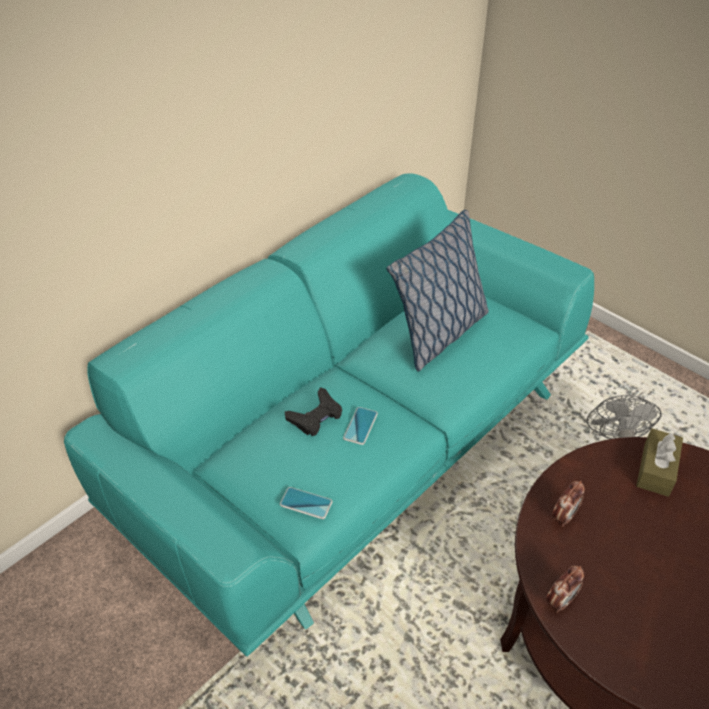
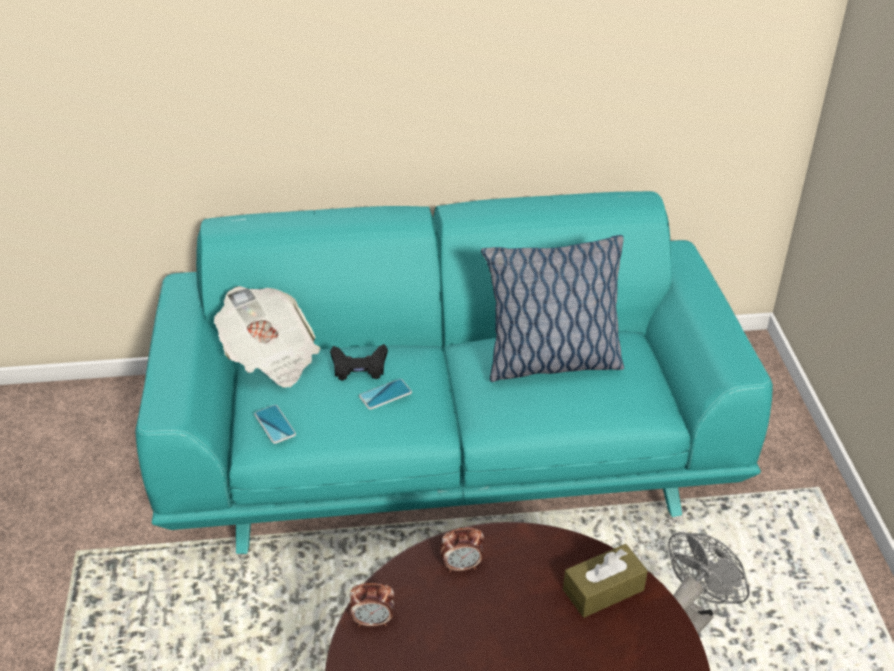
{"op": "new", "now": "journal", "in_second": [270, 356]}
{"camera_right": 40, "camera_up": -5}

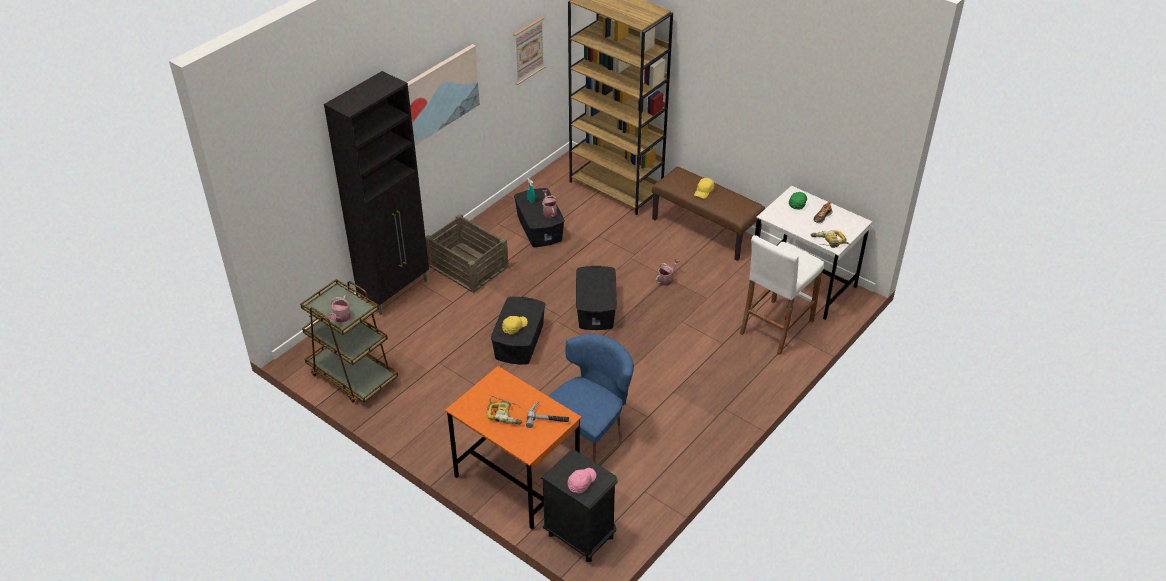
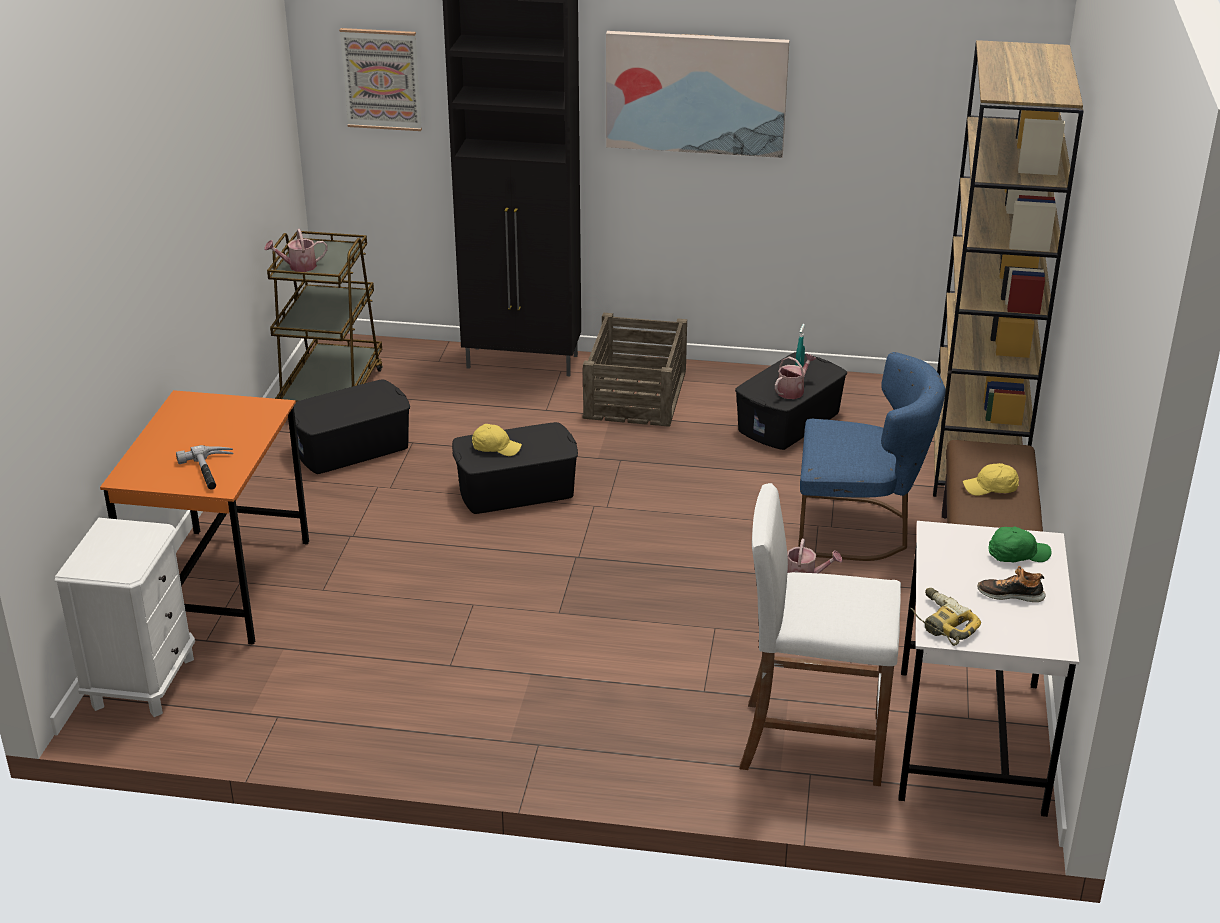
{"op": "gone", "was": "perceuse", "in_first": [505, 414]}
{"op": "shifted", "was": "tableau", "in_first": [528, 50], "in_second": [381, 79]}
{"op": "repainted", "was": "table de chevet (noir)", "now": "table de chevet (blanc)", "in_first": [580, 536], "in_second": [143, 682]}
{"op": "shifted", "was": "chaise (bleu)", "in_first": [590, 434], "in_second": [859, 529]}
{"op": "gone", "was": "casquette (rose)", "in_first": [581, 482]}
{"op": "shifted", "was": "boîte de rangement (noir)", "in_first": [596, 308], "in_second": [352, 448]}
{"camera_right": 60, "camera_up": -10}

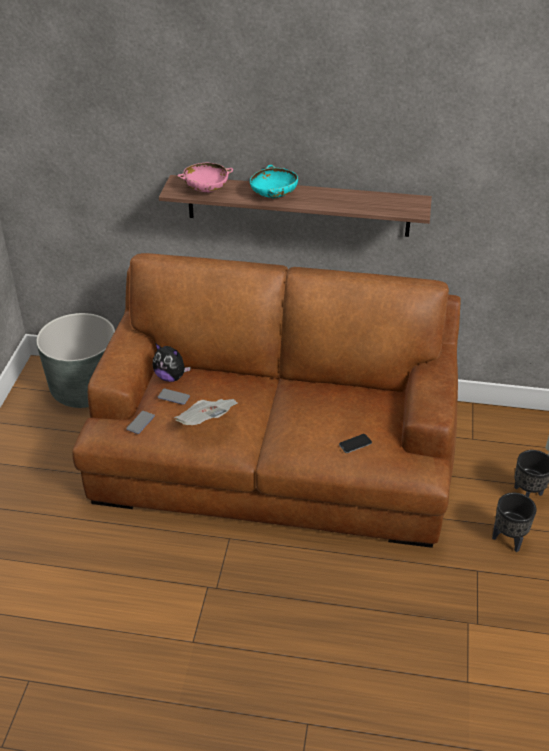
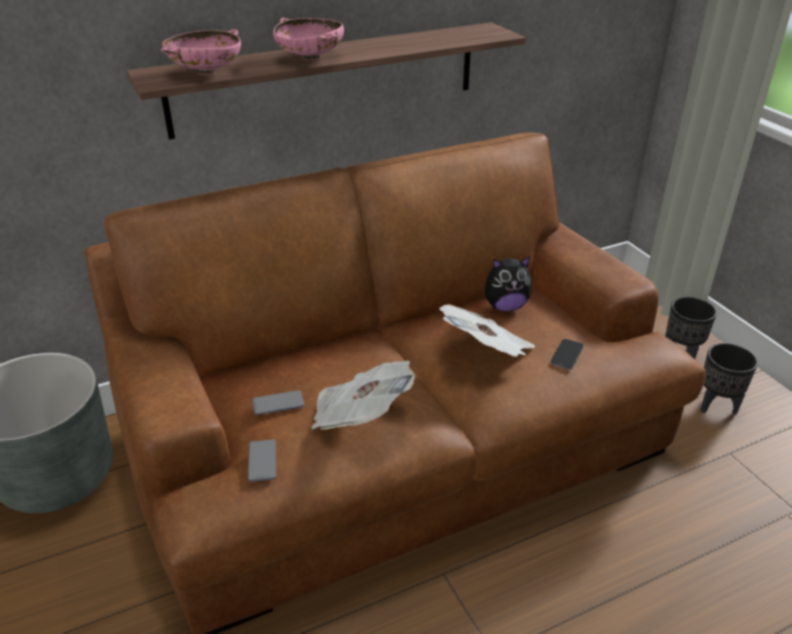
{"op": "shifted", "was": "peluche", "in_first": [171, 377], "in_second": [505, 306]}
{"op": "repainted", "was": "bol (turquoise)", "now": "bol (rose)", "in_first": [273, 195], "in_second": [310, 57]}
{"op": "new", "now": "journal", "in_second": [486, 351]}
{"camera_right": -35, "camera_up": -5}

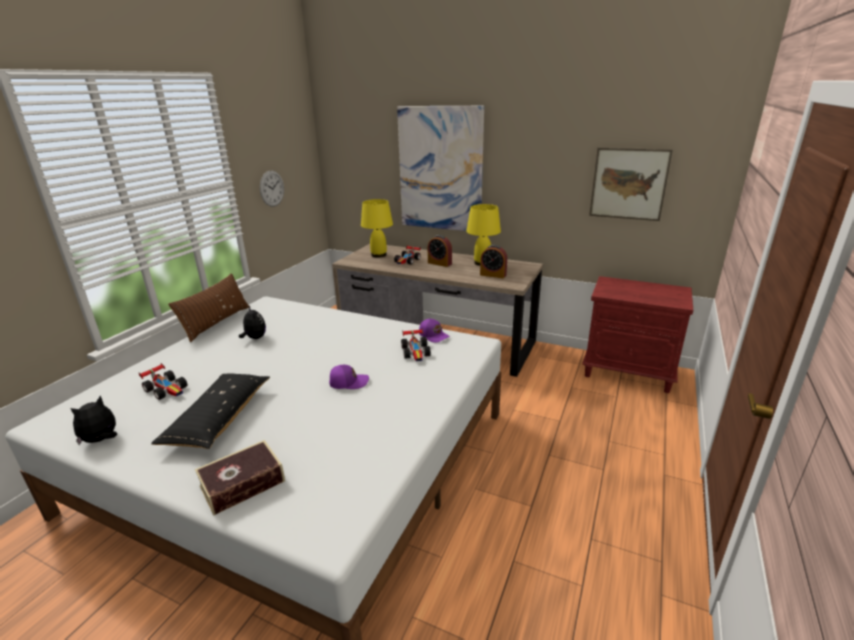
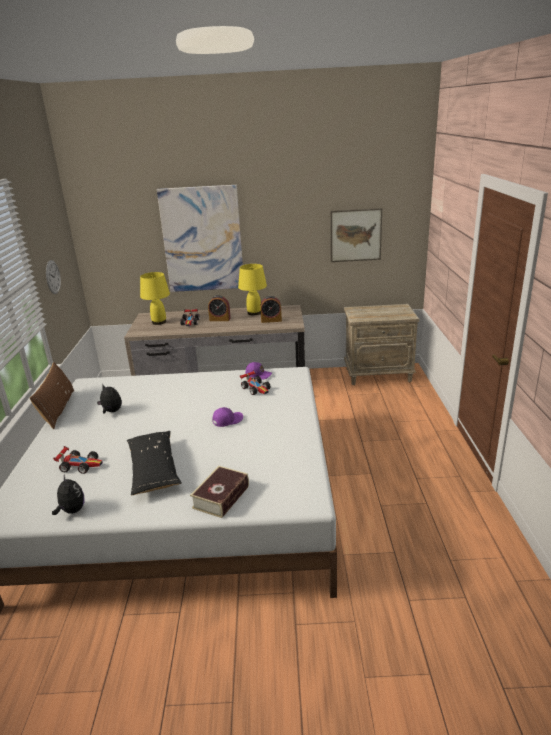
{"op": "rotated", "was": "peluche", "in_first": [101, 440], "in_second": [72, 511], "clockwise": 135}
{"op": "repainted", "was": "table de chevet (rouge)", "now": "table de chevet (beige)", "in_first": [628, 372], "in_second": [378, 375]}
{"camera_right": -25, "camera_up": 0}

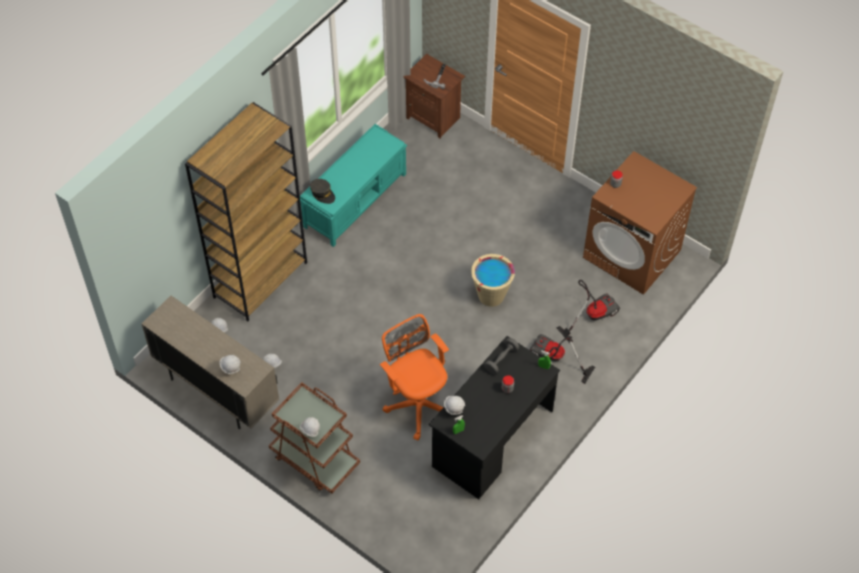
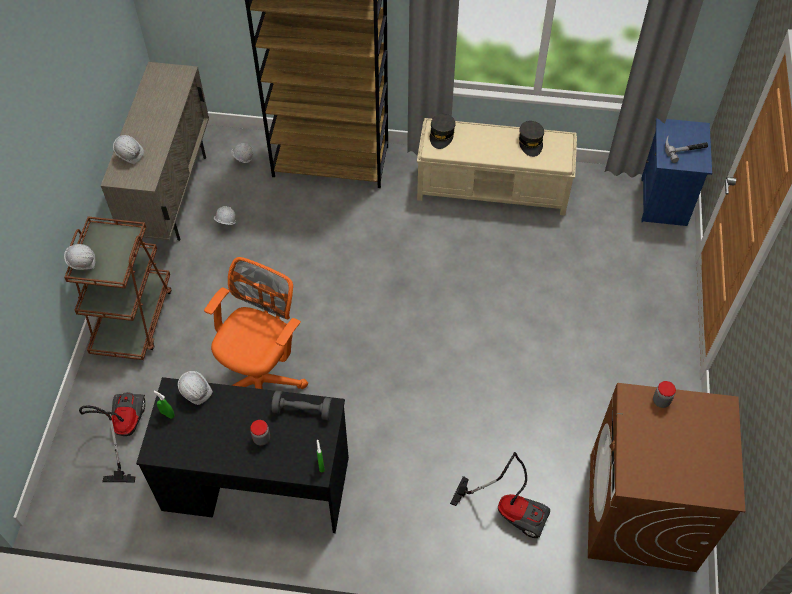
{"op": "repainted", "was": "banc (turquoise)", "now": "banc (beige)", "in_first": [356, 199], "in_second": [493, 188]}
{"op": "repainted", "was": "table de chevet (marron)", "now": "table de chevet (bleu)", "in_first": [434, 117], "in_second": [665, 202]}
{"op": "gone", "was": "seau (beige)", "in_first": [491, 295]}
{"op": "shifted", "was": "aspirateur", "in_first": [554, 360], "in_second": [123, 432]}
{"op": "new", "now": "casquette (gris)", "in_second": [531, 142]}
{"camera_right": 60, "camera_up": 0}

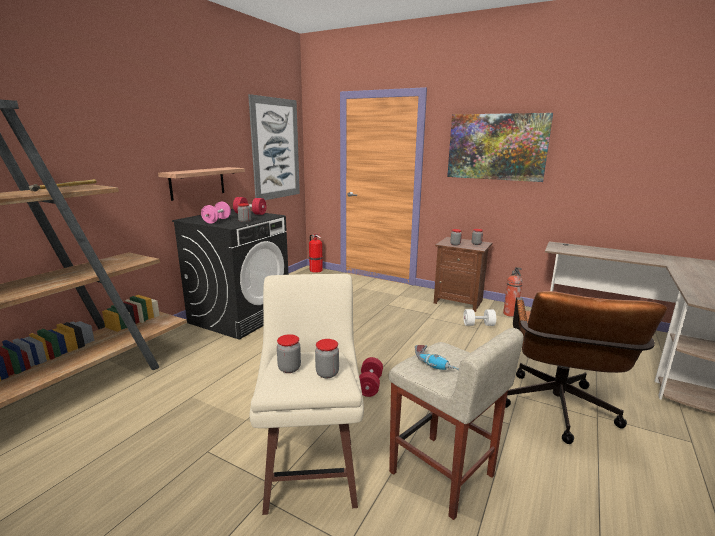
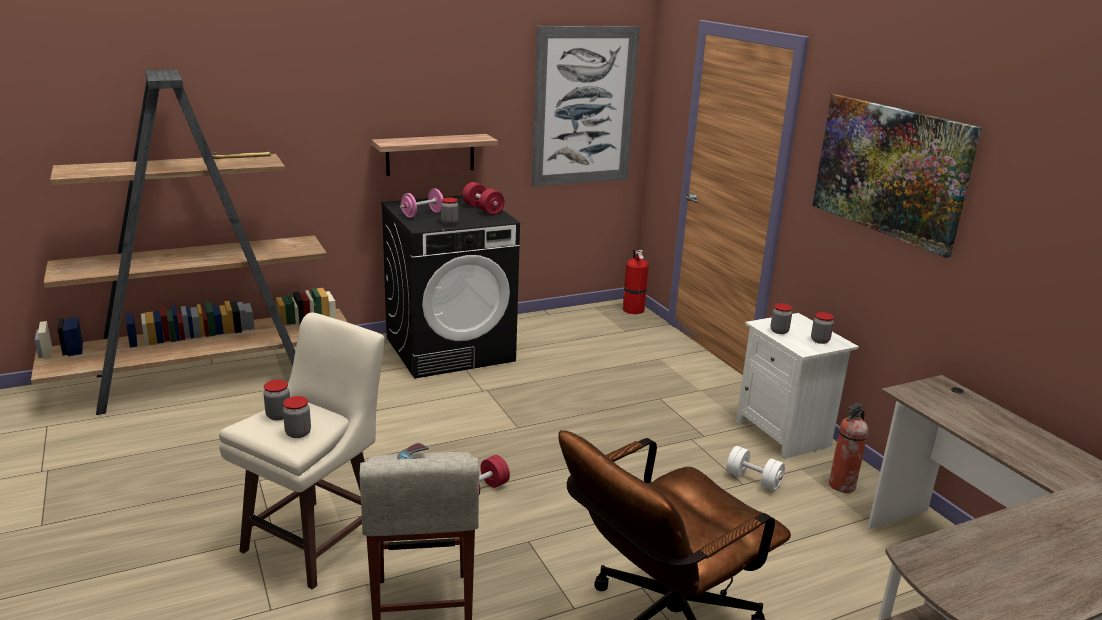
{"op": "repainted", "was": "table de chevet (marron)", "now": "table de chevet (blanc)", "in_first": [459, 301], "in_second": [784, 434]}
{"camera_right": 35, "camera_up": 5}

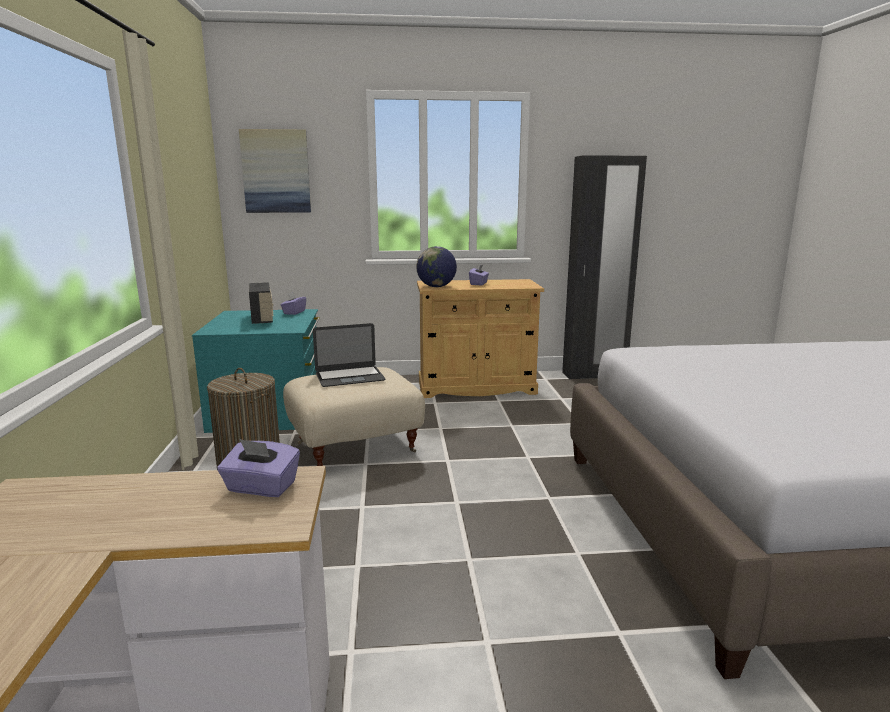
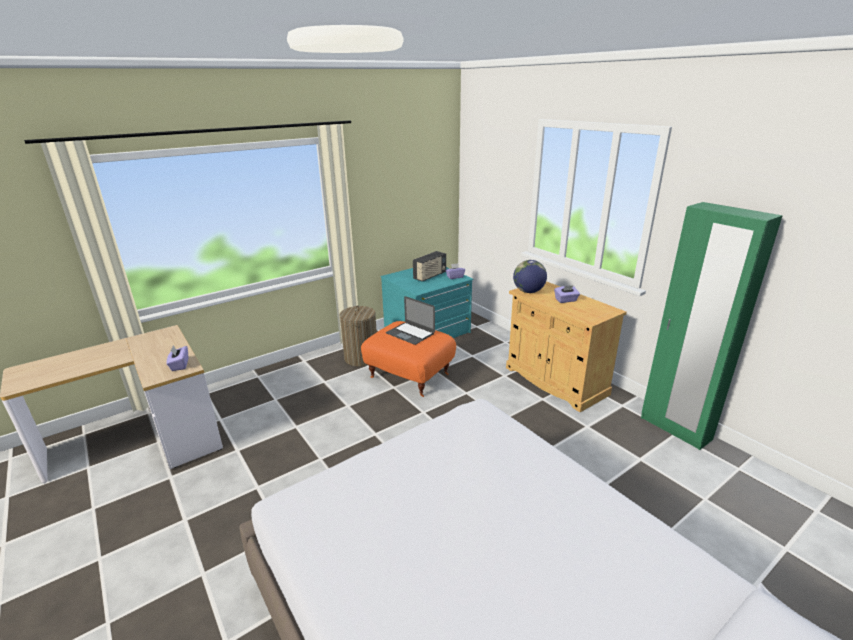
{"op": "gone", "was": "tableau", "in_first": [276, 171]}
{"op": "repainted", "was": "pouf (beige)", "now": "pouf (orange)", "in_first": [355, 447], "in_second": [410, 375]}
{"op": "repainted", "was": "armoire (noir)", "now": "armoire (vert)", "in_first": [594, 375], "in_second": [675, 428]}
{"camera_right": 60, "camera_up": 10}

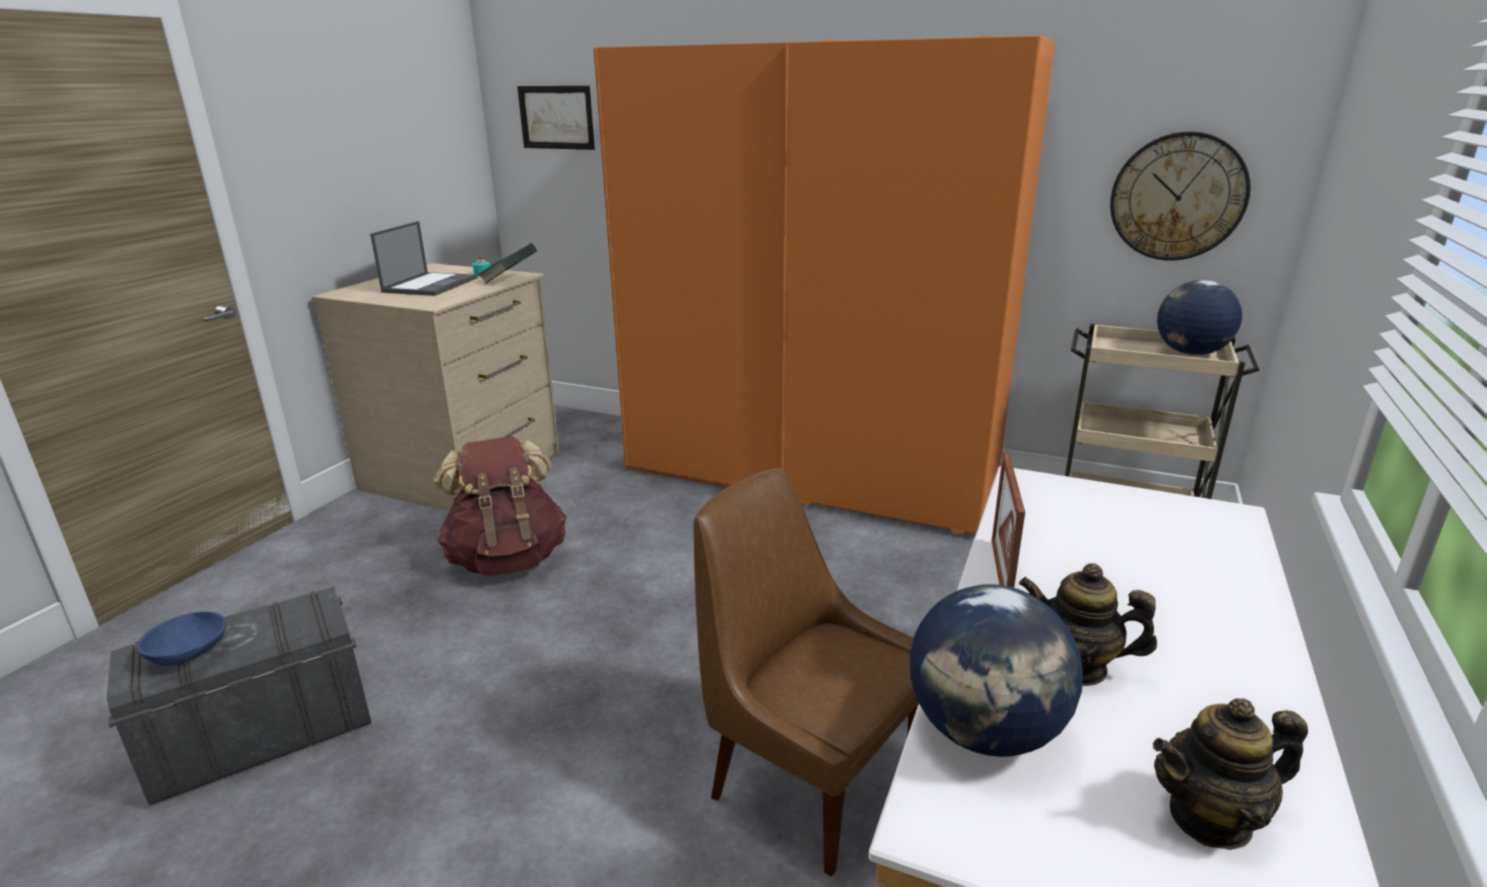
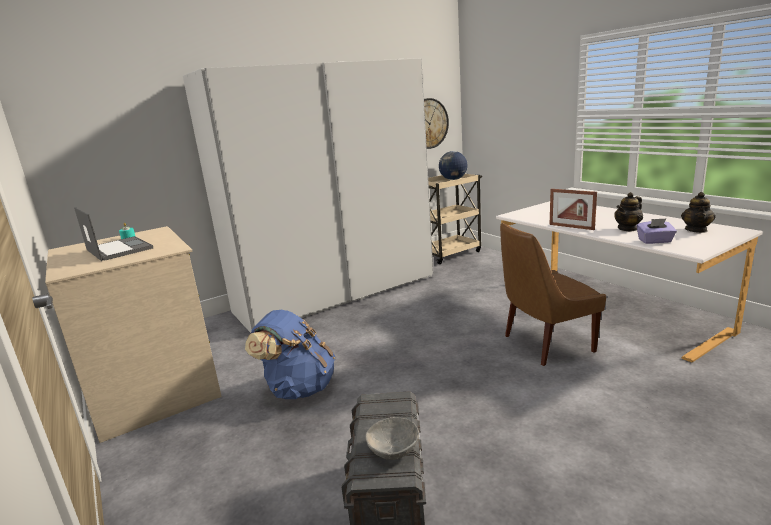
{"op": "repainted", "was": "bol (bleu)", "now": "bol (gris)", "in_first": [191, 655], "in_second": [394, 449]}
{"op": "repainted", "was": "sac à dos (marron)", "now": "sac à dos (bleu)", "in_first": [508, 559], "in_second": [298, 388]}
{"op": "gone", "was": "livre", "in_first": [510, 280]}
{"op": "gone", "was": "tableau", "in_first": [556, 117]}
{"op": "repainted", "was": "armoire (orange)", "now": "armoire (blanc)", "in_first": [808, 476], "in_second": [336, 293]}
{"op": "swapped", "was": "globe", "now": "boîte à mouchoirs (violet)", "in_first": [985, 732], "in_second": [655, 241]}
{"camera_right": -55, "camera_up": -5}

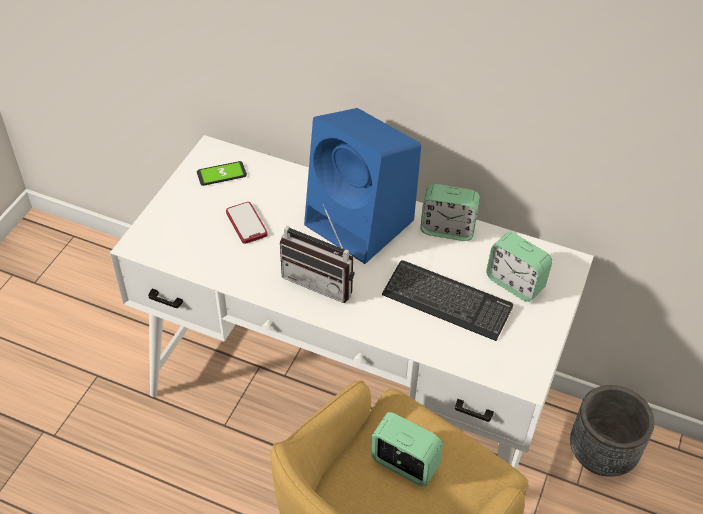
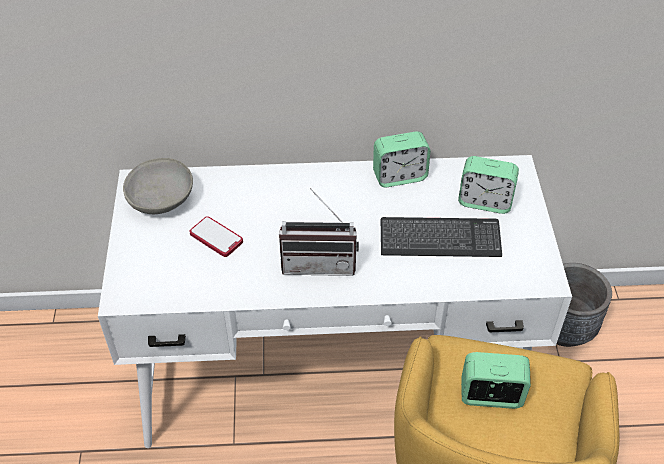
{"op": "swapped", "was": "téléphone", "now": "bol (gris)", "in_first": [221, 174], "in_second": [162, 200]}
{"op": "gone", "was": "enceinte (bleu)", "in_first": [362, 223]}
{"camera_right": -25, "camera_up": 0}

